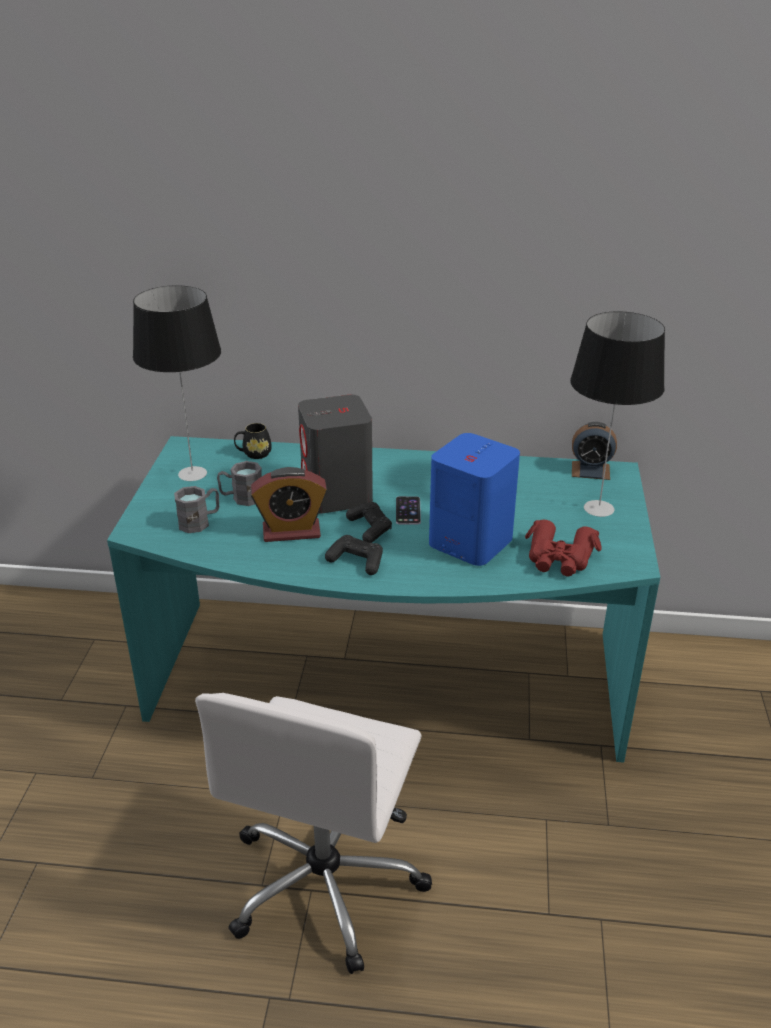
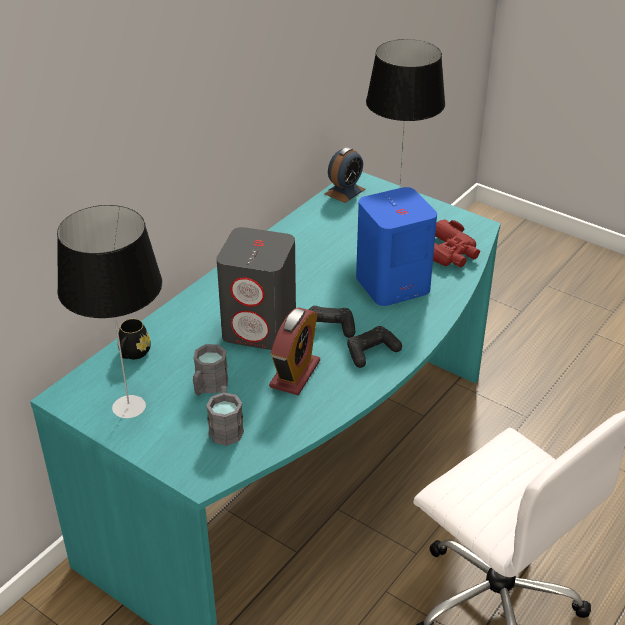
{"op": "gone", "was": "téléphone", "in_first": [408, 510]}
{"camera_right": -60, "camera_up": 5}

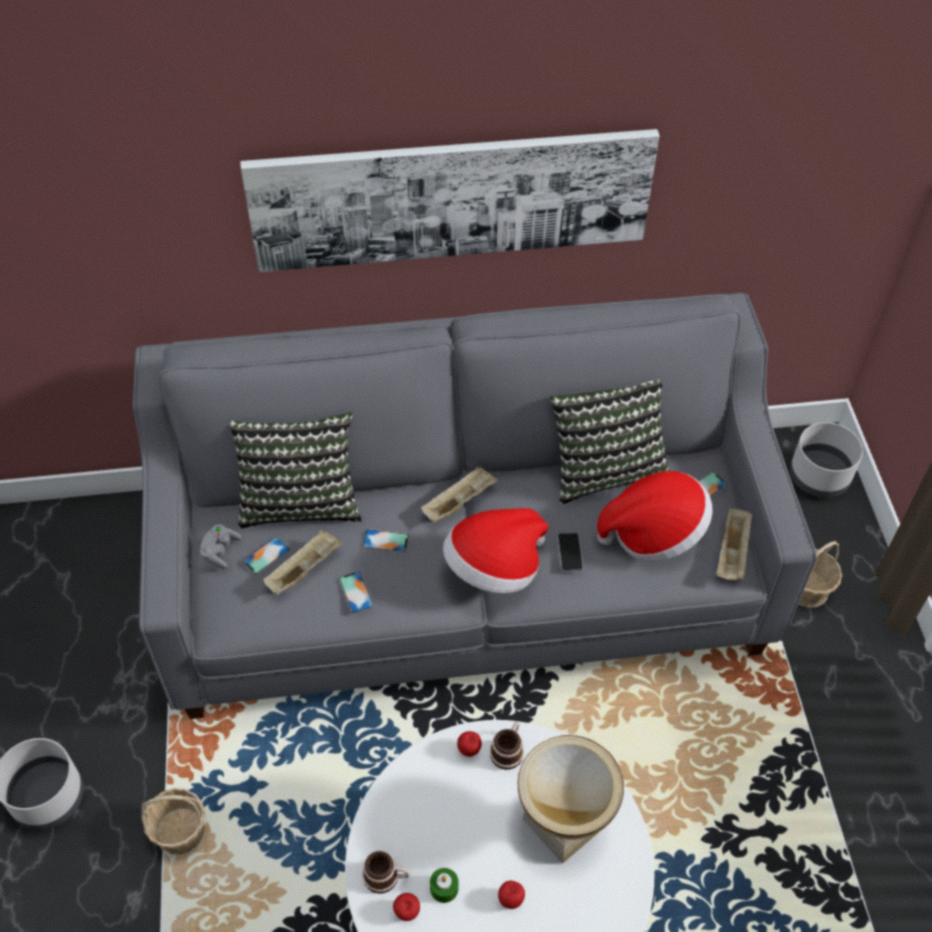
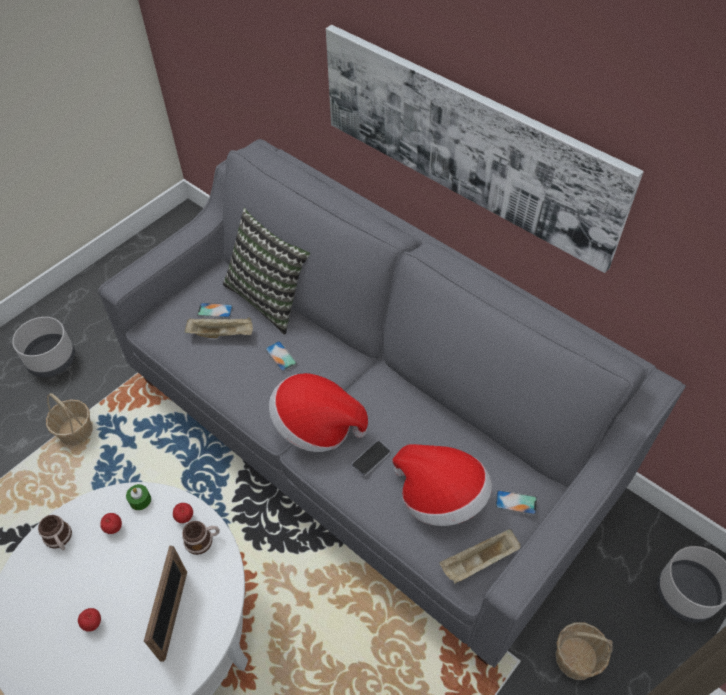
{"op": "gone", "was": "manette (gris)", "in_first": [220, 551]}
{"op": "gone", "was": "téléphone", "in_first": [356, 592]}
{"op": "shifted", "was": "pomme", "in_first": [407, 912], "in_second": [114, 528]}
{"op": "gone", "was": "plateau (beige)", "in_first": [459, 502]}
{"op": "shifted", "was": "bougie (vert)", "in_first": [444, 888], "in_second": [140, 500]}
{"op": "swapped", "was": "vase", "now": "cadre photo", "in_first": [563, 822], "in_second": [174, 614]}
{"op": "gone", "was": "coussin", "in_first": [606, 468]}
{"camera_right": 50, "camera_up": 0}

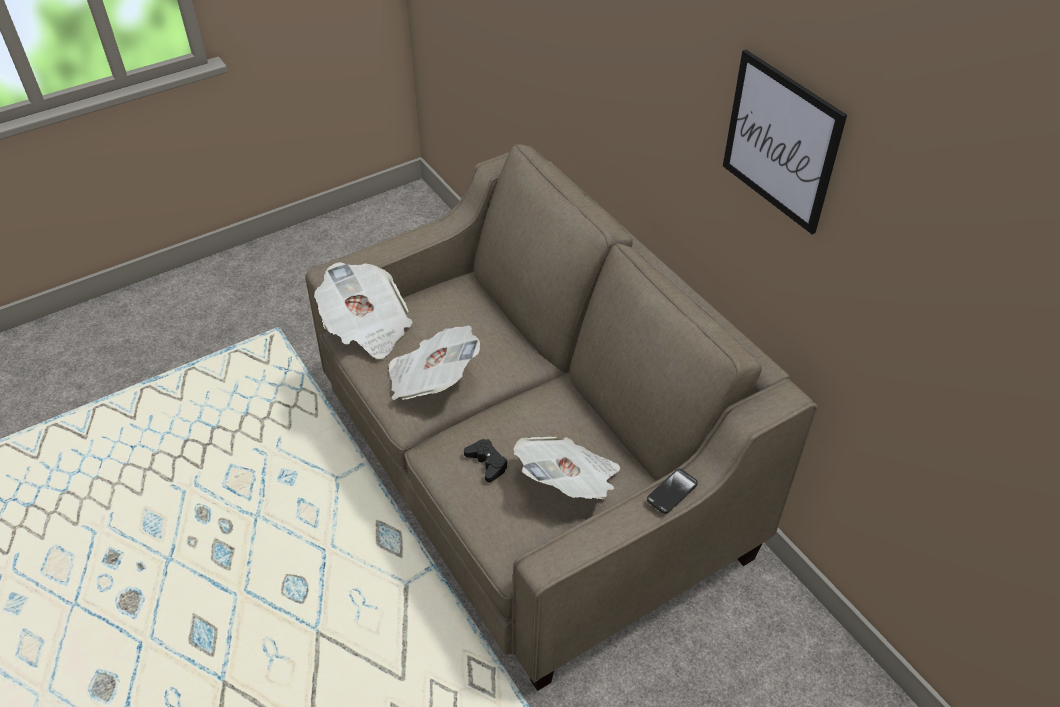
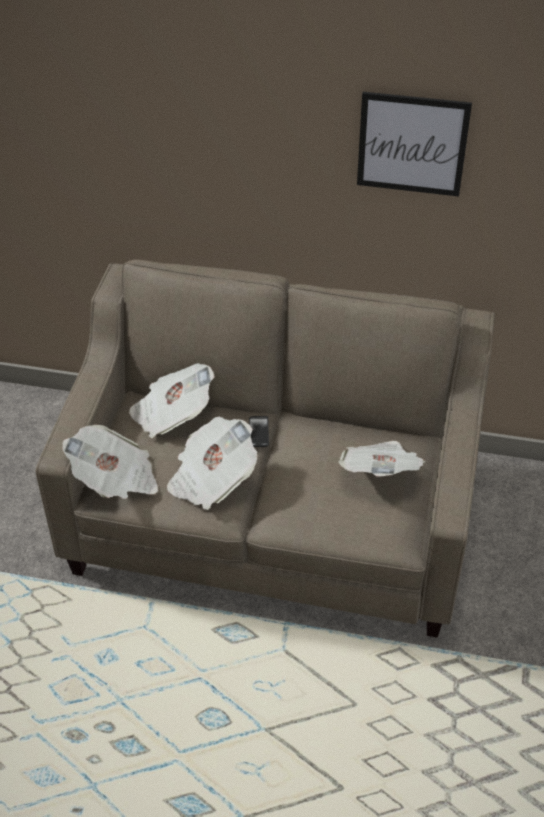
{"op": "gone", "was": "manette (noir)", "in_first": [487, 463]}
{"op": "shifted", "was": "téléphone", "in_first": [672, 492], "in_second": [258, 432]}
{"op": "new", "now": "journal", "in_second": [172, 413]}
{"camera_right": -45, "camera_up": 0}

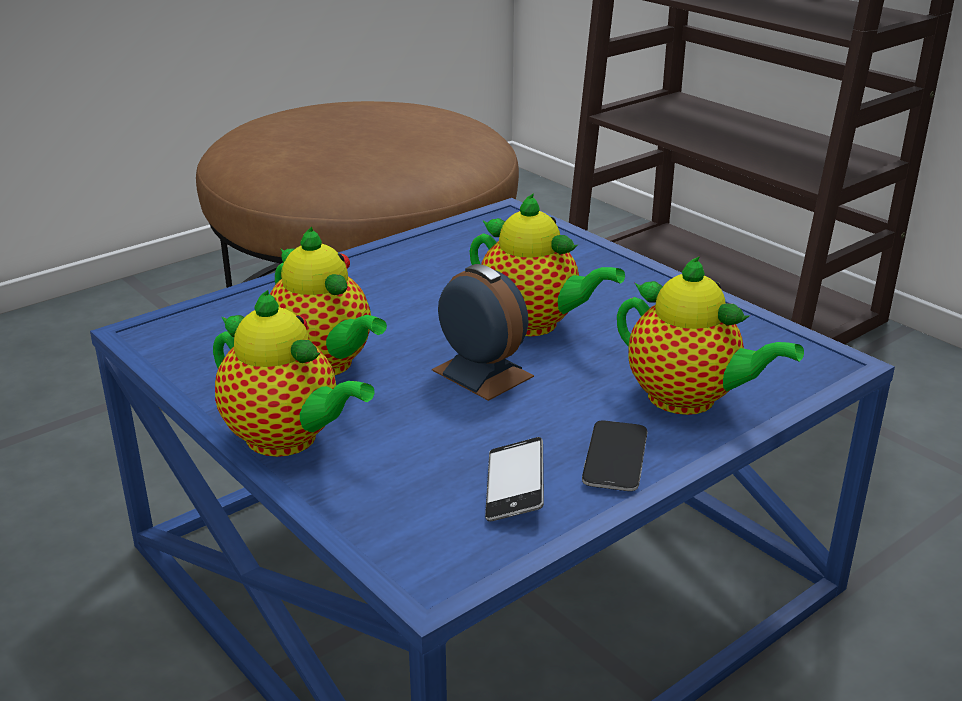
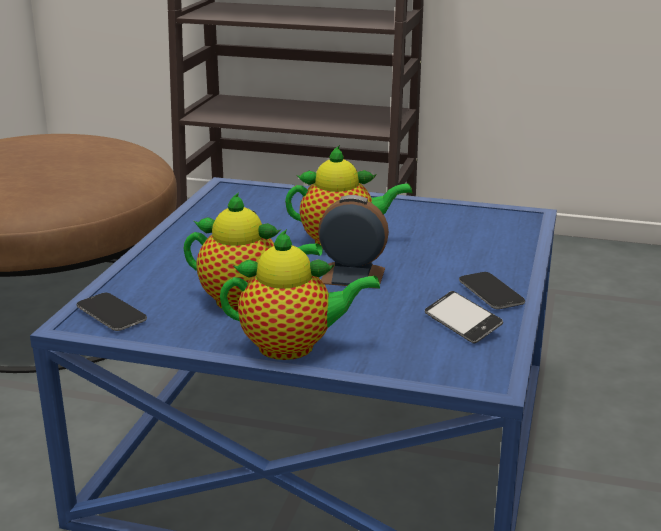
{"op": "gone", "was": "théière", "in_first": [689, 400]}
{"op": "new", "now": "téléphone", "in_second": [111, 313]}
{"camera_right": -35, "camera_up": -5}

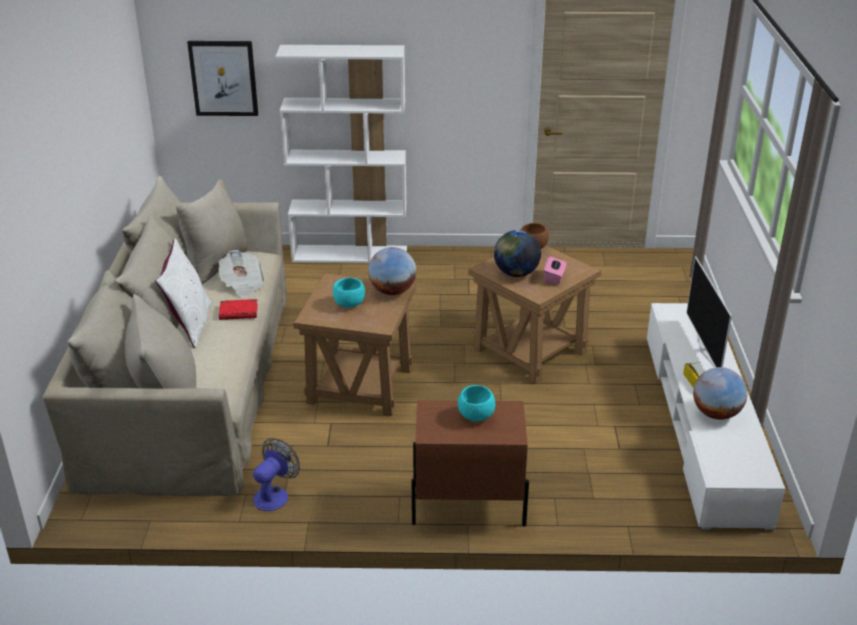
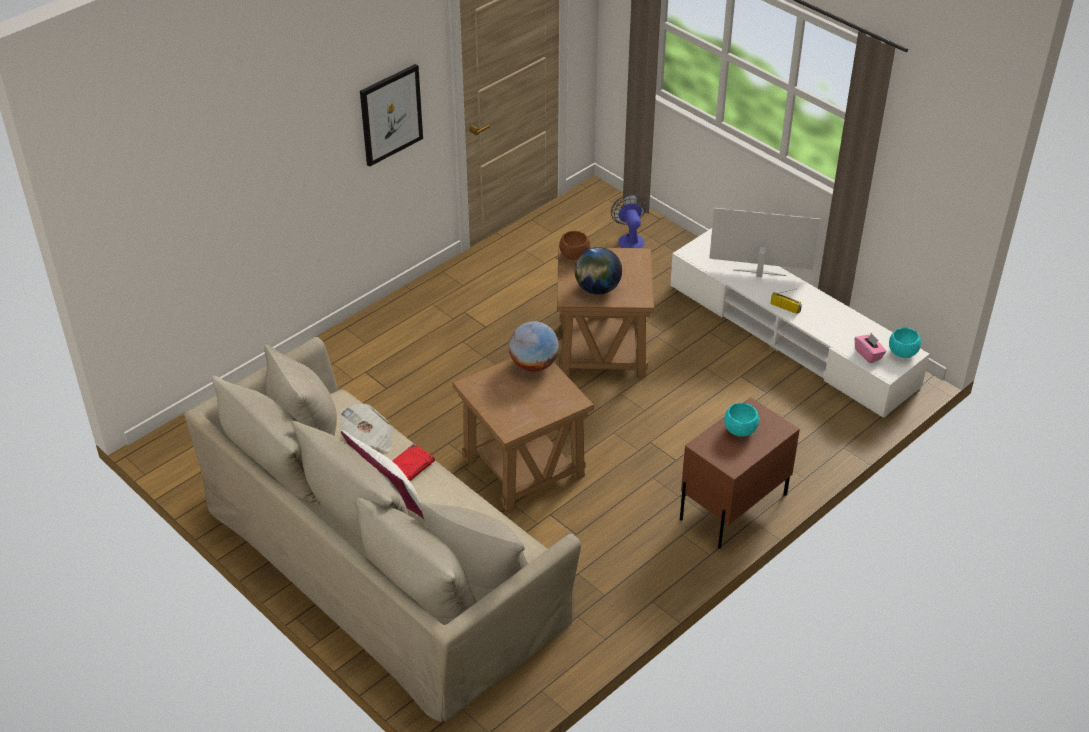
{"op": "shifted", "was": "tableau", "in_first": [223, 78], "in_second": [391, 114]}
{"op": "shifted", "was": "ventilateur", "in_first": [275, 495], "in_second": [629, 239]}
{"op": "gone", "was": "bibliothèque (blanc)", "in_first": [350, 254]}
{"op": "shifted", "was": "bol (turquoise)", "in_first": [349, 304], "in_second": [902, 353]}
{"op": "shifted", "was": "boîte à mouchoirs (rose)", "in_first": [554, 278], "in_second": [868, 354]}
{"op": "rotated", "was": "téléviseur", "in_first": [706, 350], "in_second": [759, 273], "clockwise": 150}
{"op": "gone", "was": "globe", "in_first": [716, 414]}
{"camera_right": -45, "camera_up": 10}

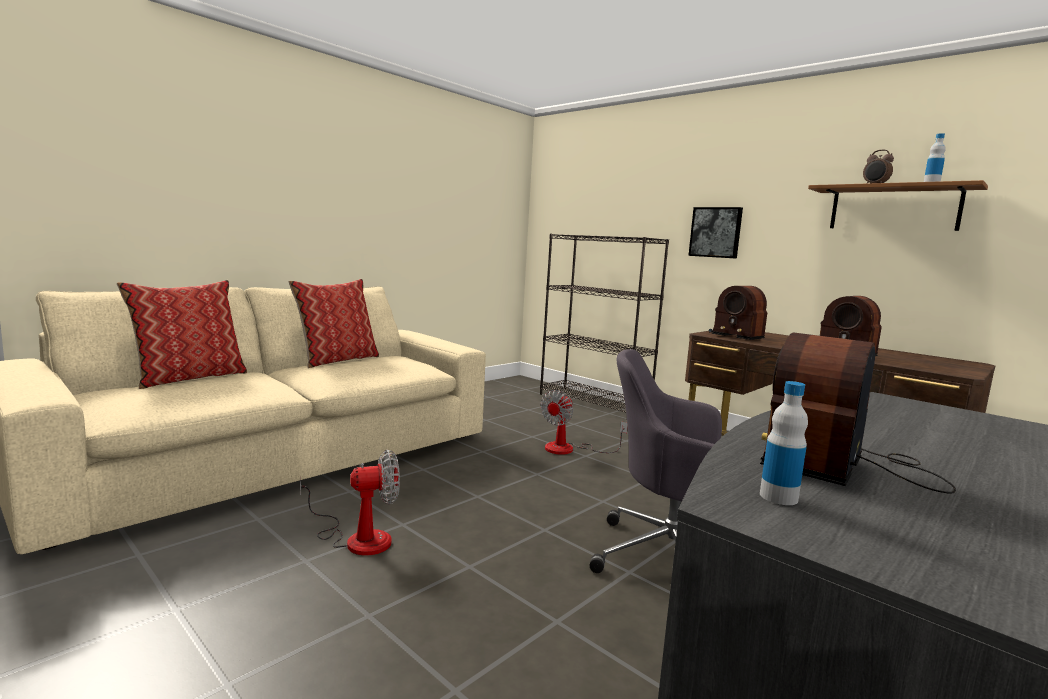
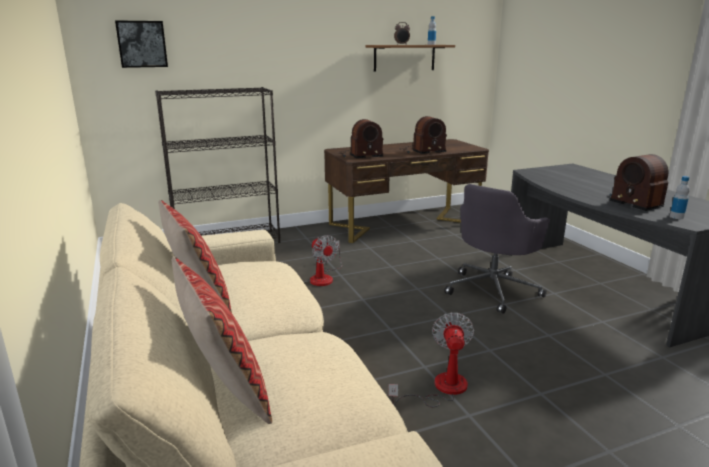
{"op": "shifted", "was": "tableau", "in_first": [716, 232], "in_second": [142, 44]}
{"camera_right": -65, "camera_up": 10}

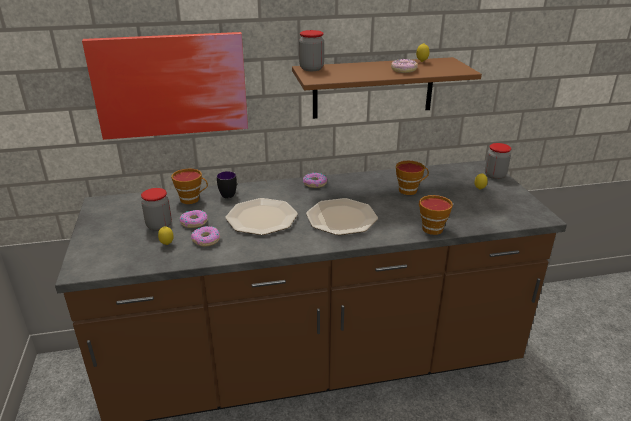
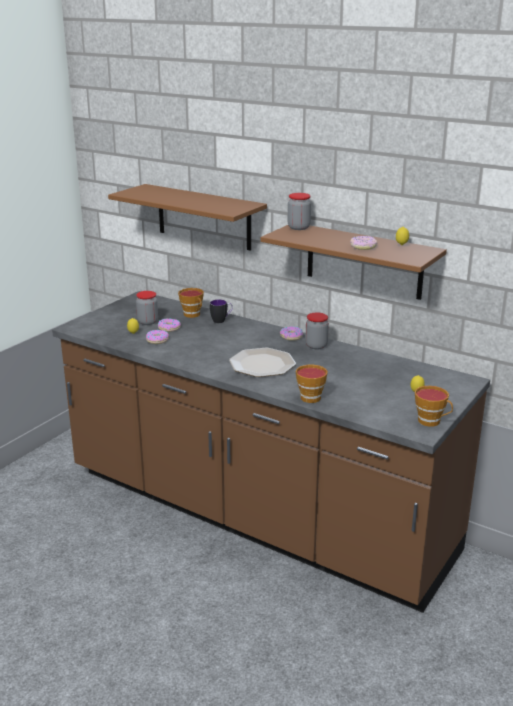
{"op": "swapped", "was": "tableau", "now": "étagère (marron)", "in_first": [171, 85], "in_second": [203, 217]}
{"op": "gone", "was": "assiette", "in_first": [261, 218]}
{"op": "shifted", "was": "tasse", "in_first": [410, 190], "in_second": [431, 421]}
{"op": "shifted", "was": "bocal", "in_first": [495, 175], "in_second": [316, 346]}
{"camera_right": 45, "camera_up": -5}

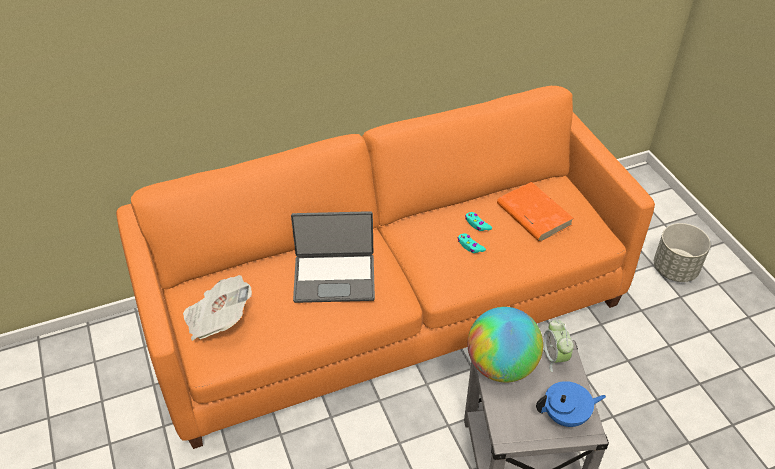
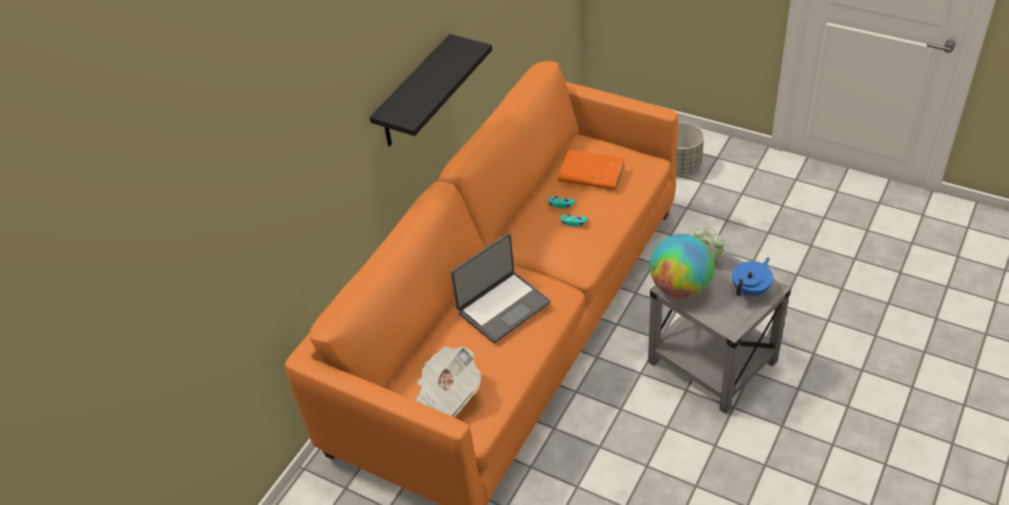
{"op": "new", "now": "étagère (noir)", "in_second": [414, 94]}
{"camera_right": -35, "camera_up": 0}

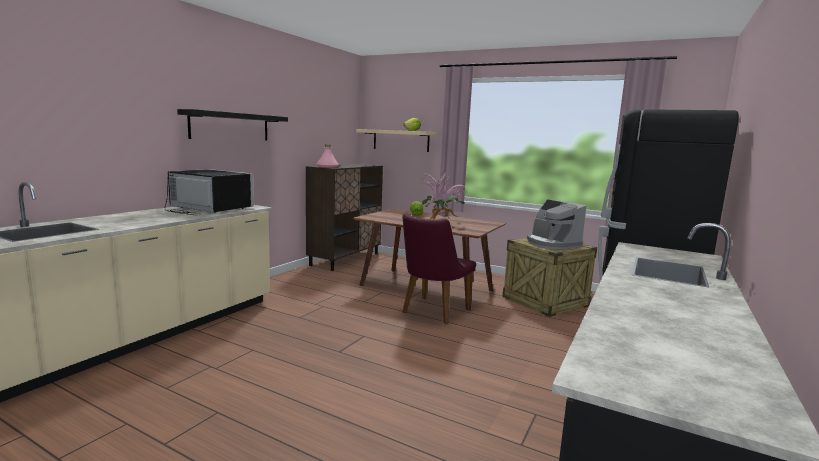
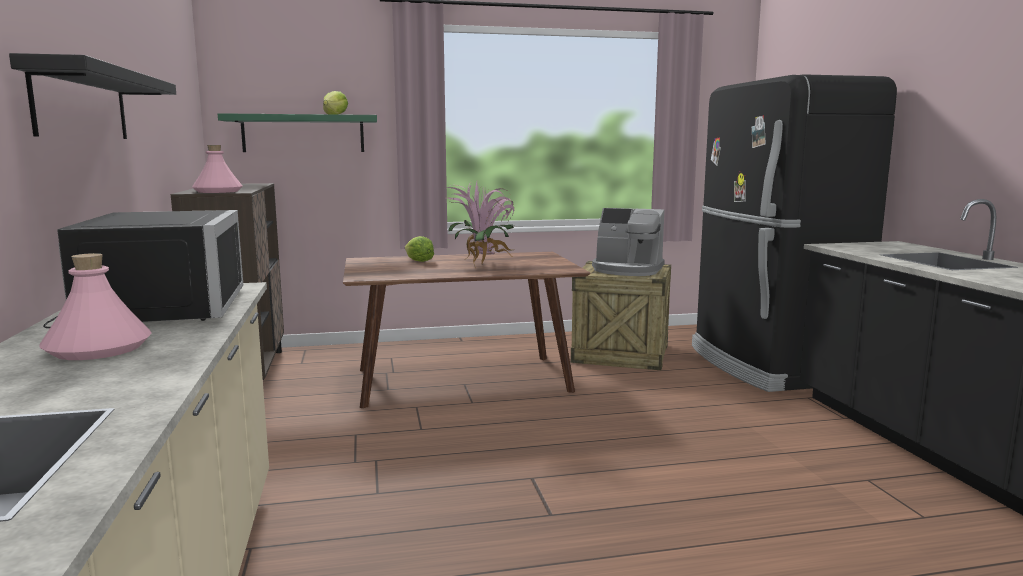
{"op": "rotated", "was": "micro-ondes (noir)", "in_first": [207, 209], "in_second": [153, 309], "clockwise": 90}
{"op": "repainted", "was": "étagère (beige)", "now": "étagère (vert)", "in_first": [401, 140], "in_second": [303, 134]}
{"op": "gone", "was": "chaise (violet)", "in_first": [432, 312]}
{"op": "new", "now": "bouteille (rose)", "in_second": [98, 349]}
{"camera_right": -40, "camera_up": 0}

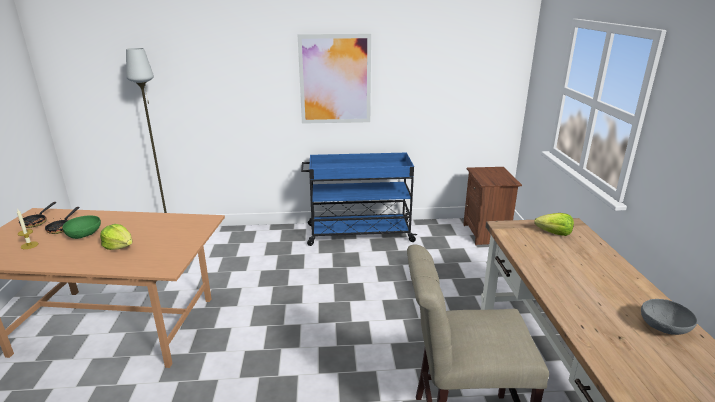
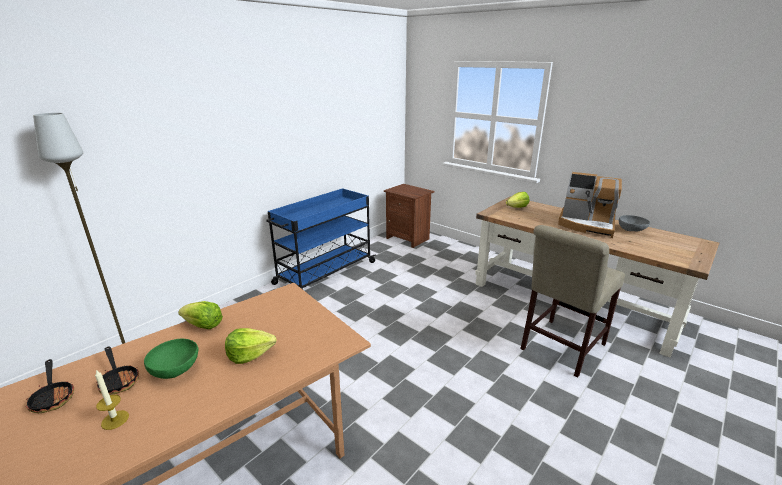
{"op": "gone", "was": "tableau", "in_first": [335, 79]}
{"op": "new", "now": "laitue", "in_second": [203, 326]}
{"op": "new", "now": "machine à café", "in_second": [586, 225]}
{"camera_right": -45, "camera_up": 0}

